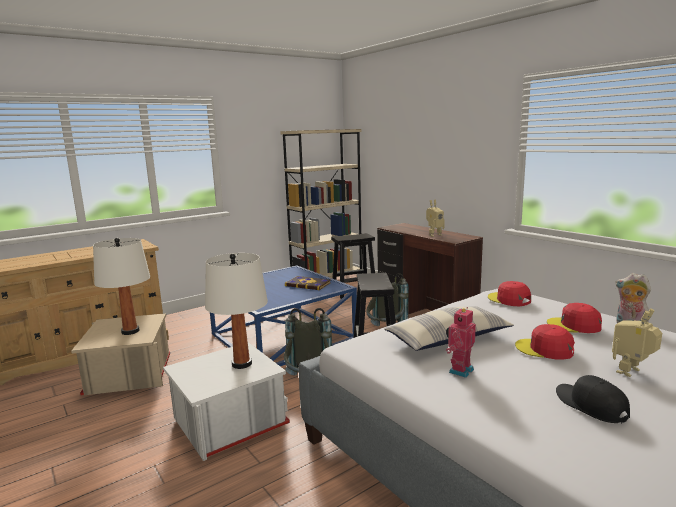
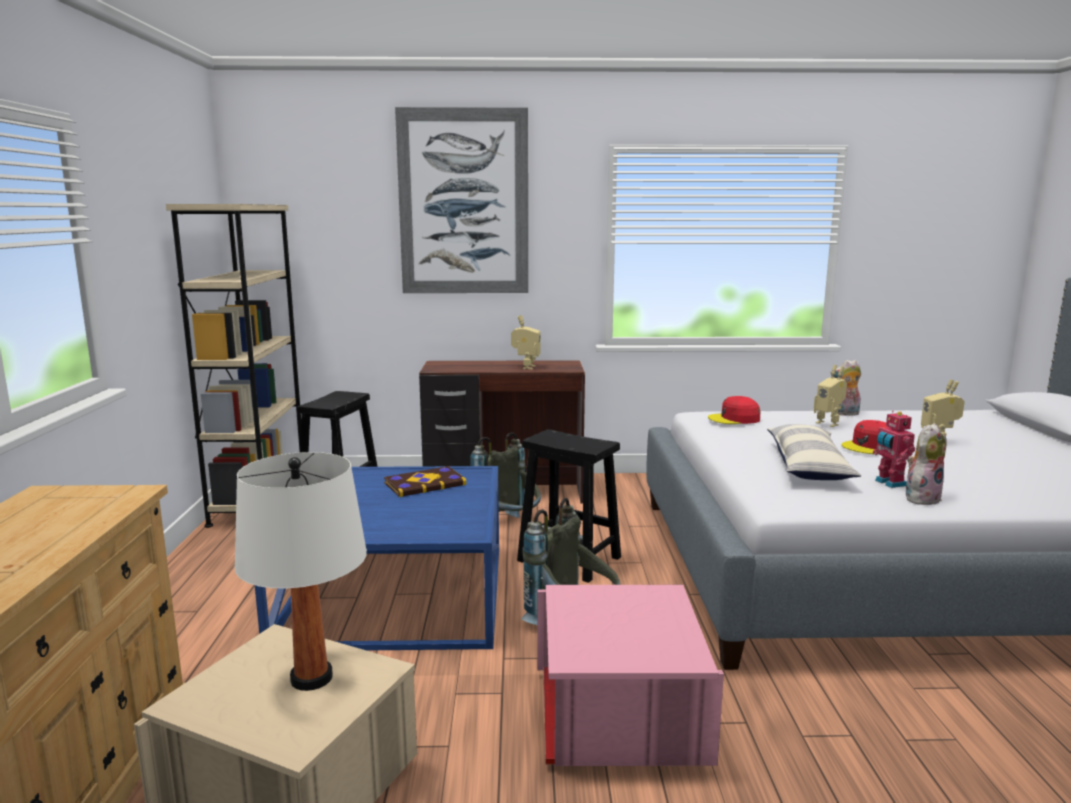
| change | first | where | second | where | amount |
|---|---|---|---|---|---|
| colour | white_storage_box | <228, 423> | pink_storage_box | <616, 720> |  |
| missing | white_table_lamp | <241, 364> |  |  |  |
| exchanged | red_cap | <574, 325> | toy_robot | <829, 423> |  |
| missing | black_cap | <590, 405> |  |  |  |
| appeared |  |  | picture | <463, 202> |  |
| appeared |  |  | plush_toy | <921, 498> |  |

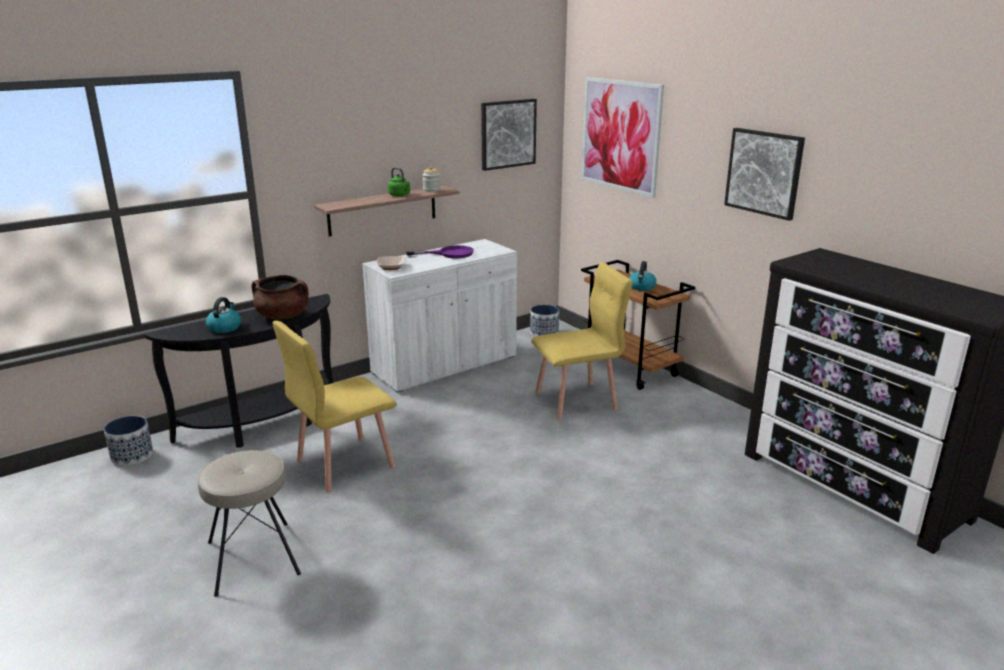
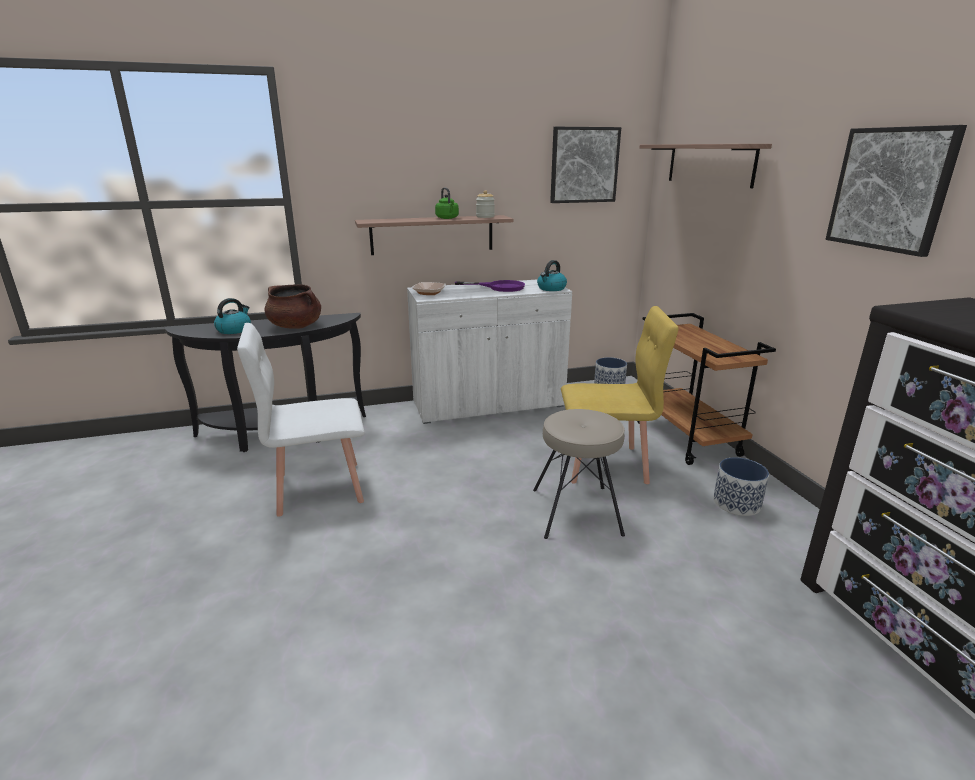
| change | first | where | second | where | amount |
|---|---|---|---|---|---|
| relocated | planter | <132, 455> |  | <736, 503> |  |
| relocated | beige_stool | <254, 557> |  | <577, 511> |  |
| colour | yellow_chair | <344, 463> | white_chair | <318, 487> |  |
| exchanged | picture | <620, 135> | shelf | <710, 164> |  |
| relocated | kettle | <641, 287> |  | <551, 288> |  |

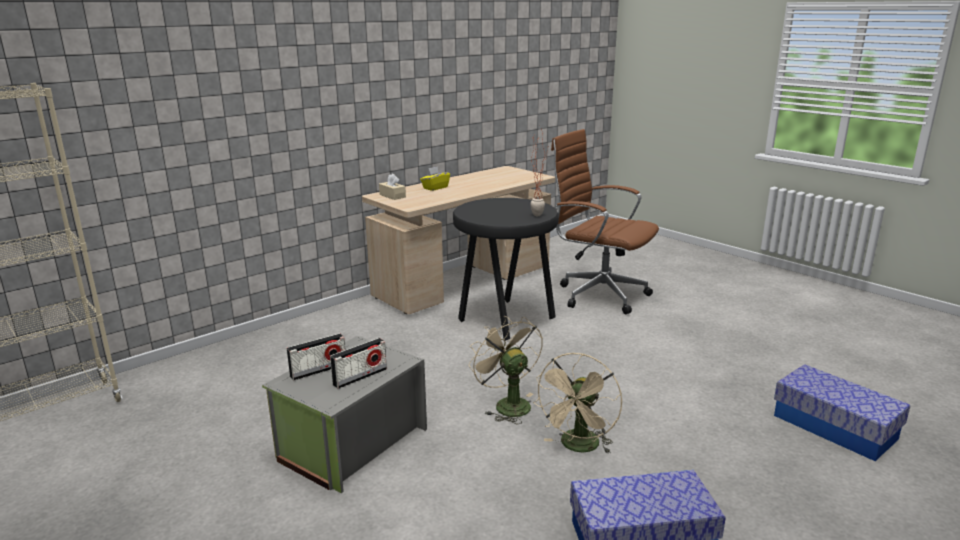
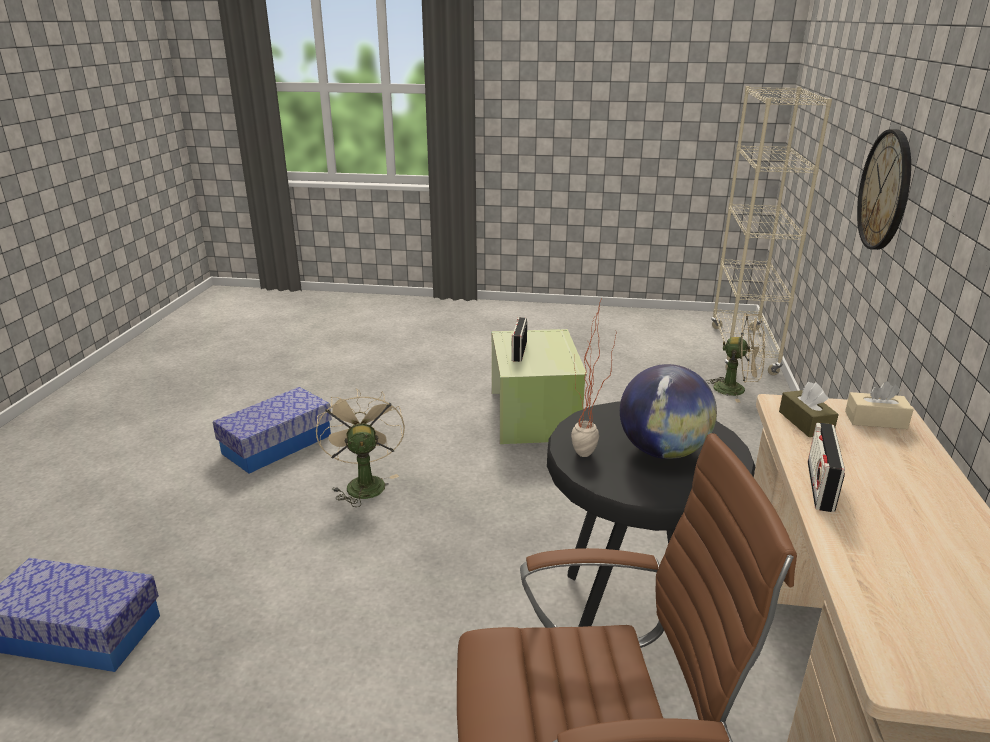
| change | first | where | second | where | amount |
|---|---|---|---|---|---|
| colour | grey_storage_box | <351, 443> | green_storage_box | <535, 415> |  |
| relocated | radio | <318, 370> |  | <820, 486> |  |
| missing | yellow_tissue_box | <435, 188> |  |  |  |
| relocated | beige_fan | <507, 404> |  | <736, 390> |  |
| appeared |  |  | globe | <662, 451> |  |
| appeared |  |  | brown_tissue_box | <805, 422> |  |
| appeared |  |  | wall_clock | <885, 190> |  |

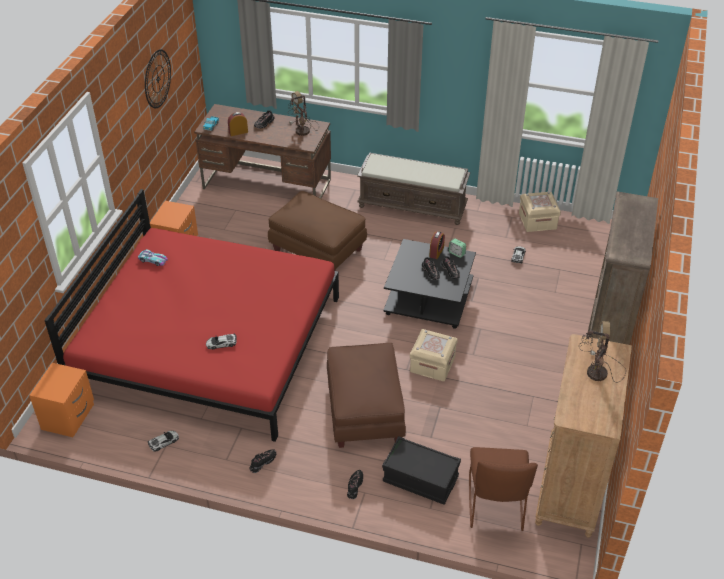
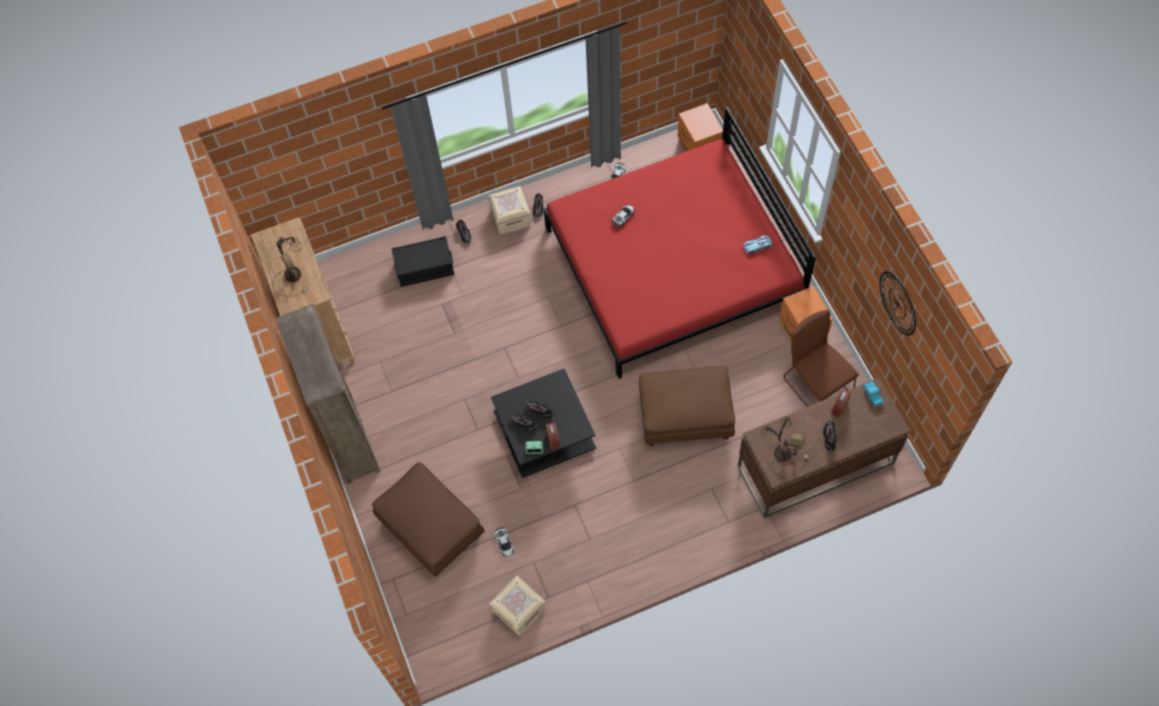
| change | first | where | second | where | amount |
|---|---|---|---|---|---|
| relocated | brown_ottoman | <365, 412> |  | <430, 528> |  |
| missing | brown_bench | <413, 206> |  |  |  |
| relocated | beige_storage_box | <432, 364> |  | <510, 217> |  |
| relocated | brown_chair | <495, 506> |  | <815, 384> |  |

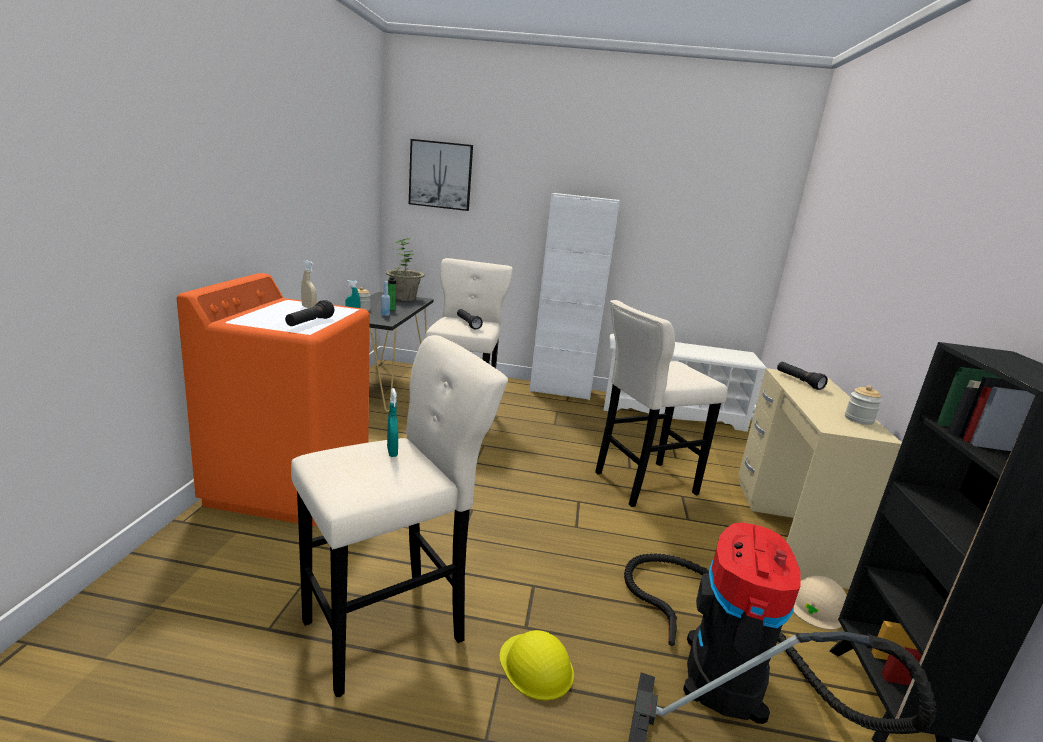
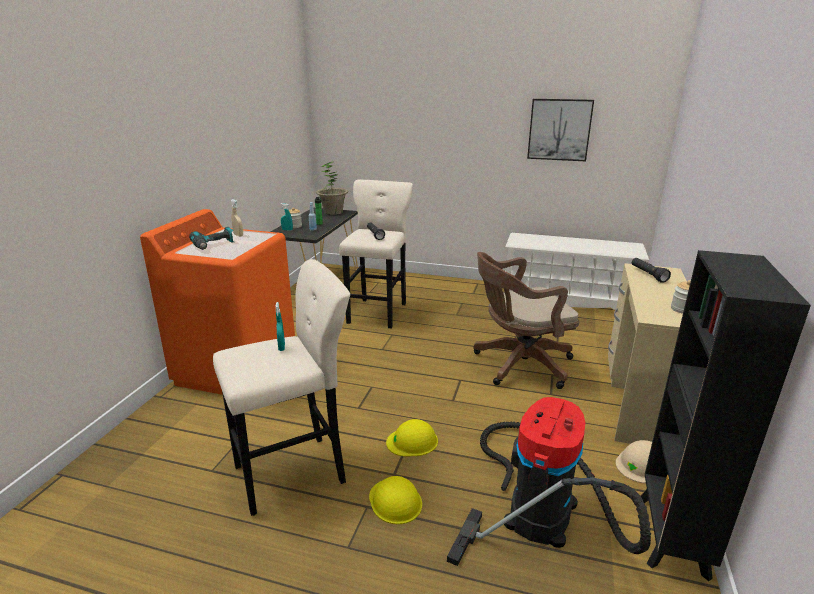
| change | first | where | second | where | amount |
|---|---|---|---|---|---|
| missing | black_flashlight | <310, 323> |  |  |  |
| relocated | picture | <440, 175> |  | <559, 129> |  |
| missing | white_cabinet | <560, 391> |  |  |  |
| exchanged | beige_stool | <641, 484> | brown_office_chair | <518, 365> |  |
| appeared |  |  | power_drill | <214, 245> |  |
| appeared |  |  | yellow_hard_hat | <412, 441> |  |

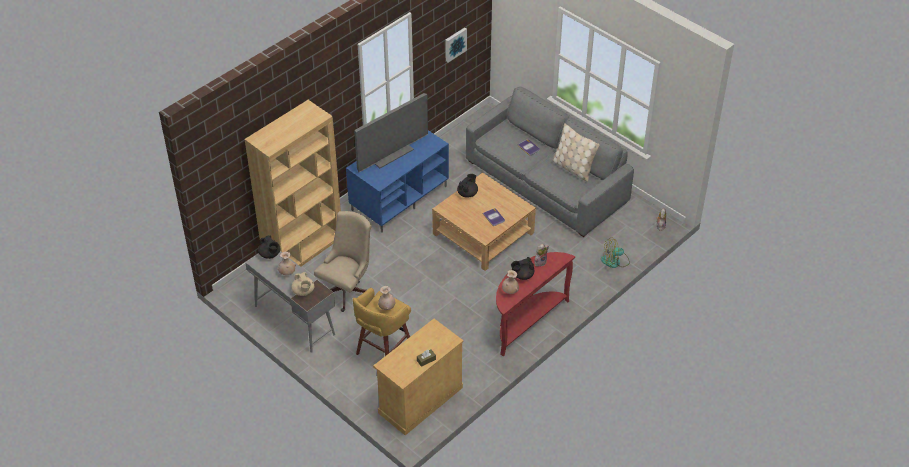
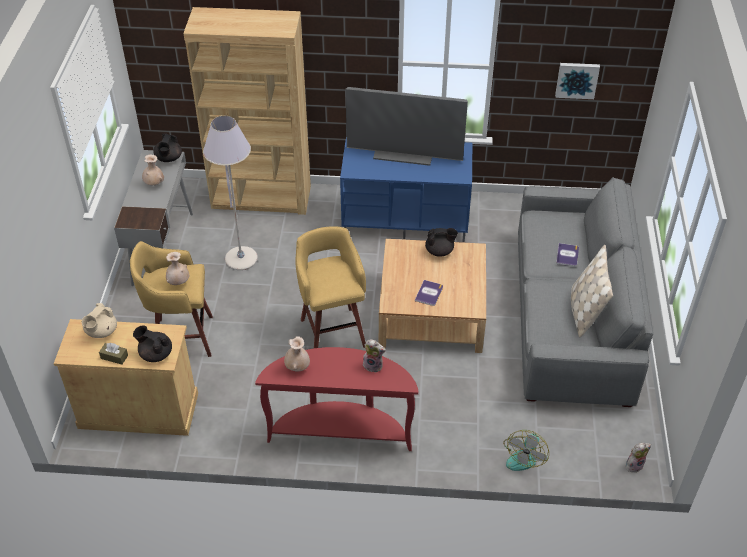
| change | first | where | second | where | amount |
|---|---|---|---|---|---|
| relocated | beige_teapot | <303, 291> |  | <101, 332> |  |
| exchanged | beige_office_chair | <347, 289> | grey_floor_lamp | <241, 259> |  |
| relocated | black_teapot | <522, 275> |  | <155, 354> |  |
| spun | fan | <615, 261> |  | <524, 456> | 105 degrees counterclockwise |
| appeared |  |  | yellow_stool | <332, 331> |  |

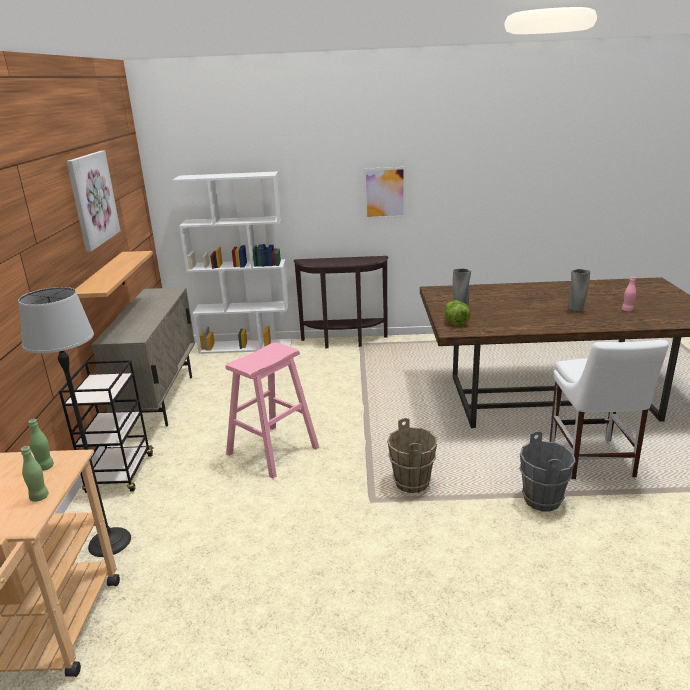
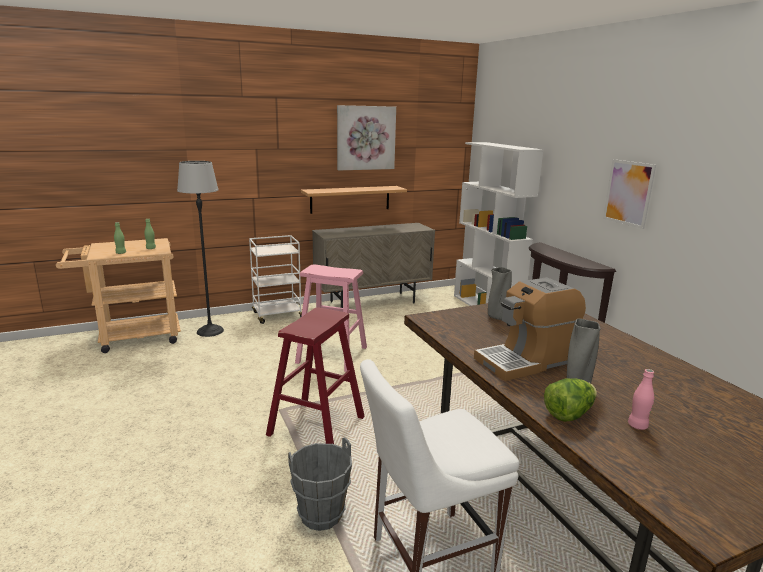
| change | first | where | second | where | amount |
|---|---|---|---|---|---|
| colour | black_cart | <120, 474> | white_cart | <277, 315> |  |
| exchanged | brown_bucket | <412, 483> | red_stool | <316, 426> |  |
| relocated | lettuce | <455, 322> |  | <569, 414> |  |
| appeared |  |  | coffee_machine | <526, 361> |  |

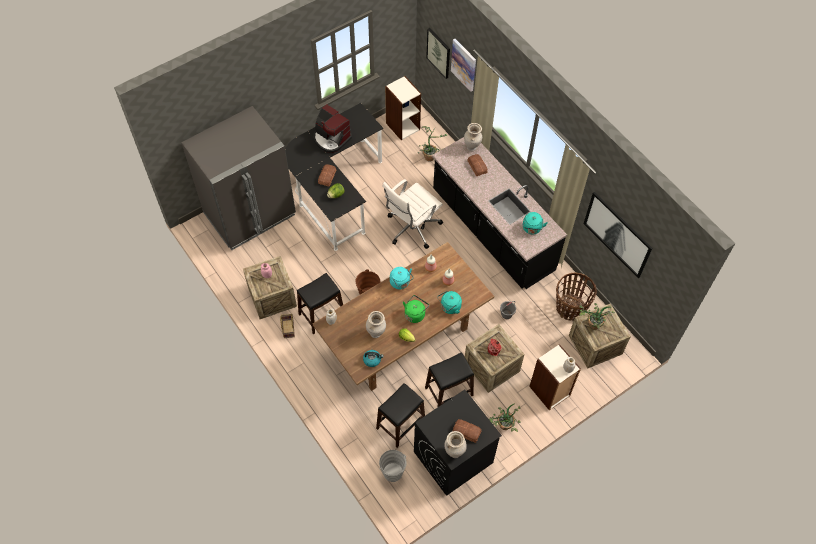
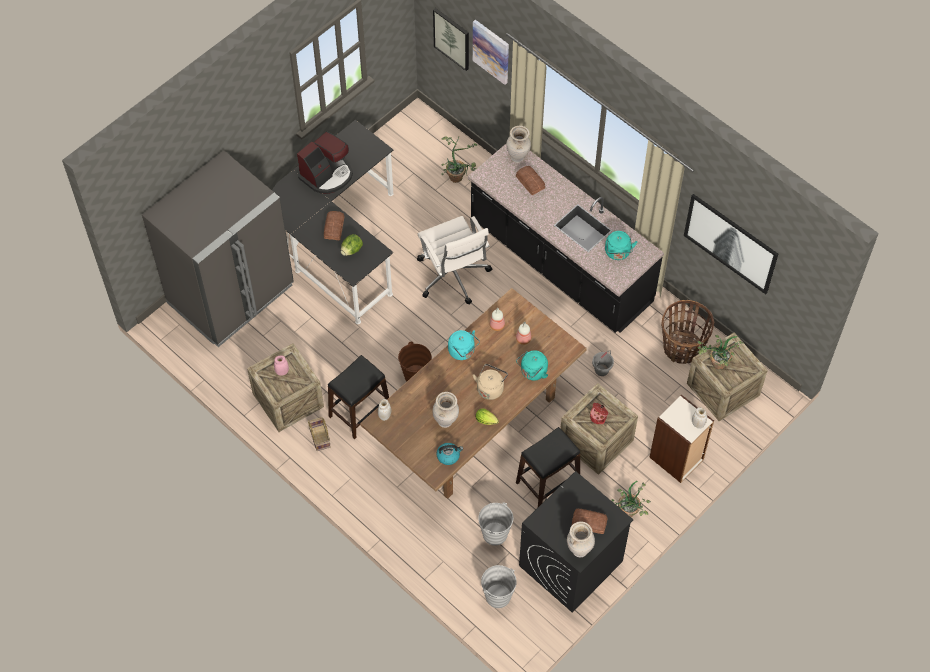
| change | first | where | second | where | amount |
|---|---|---|---|---|---|
| spun | coffee_machine | <331, 138> |  | <327, 175> | 75 degrees counterclockwise |
| exchanged | black_stool | <401, 424> | grey_bucket | <495, 534> |  |
| spun | white_office_chair | <412, 228> |  | <453, 277> | 60 degrees counterclockwise |
| missing | bookcase | <402, 126> |  |  |  |
| colour | green_kettle | <415, 314> | beige_kettle | <490, 388> |  |

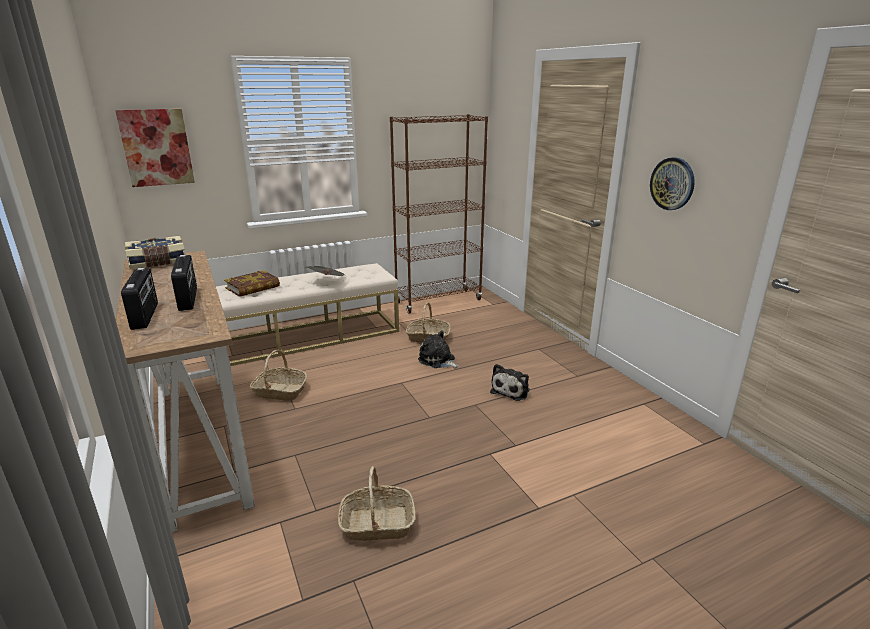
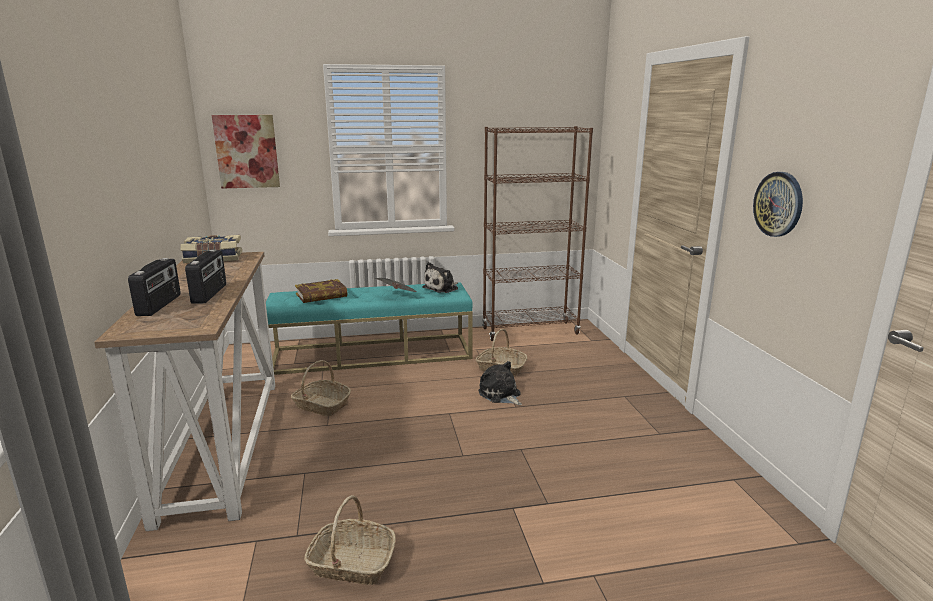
| change | first | where | second | where | amount |
|---|---|---|---|---|---|
| colour | beige_bench | <305, 337> | turquoise_bench | <372, 354> |  |
| relocated | plush_toy | <511, 390> |  | <442, 288> |  |

